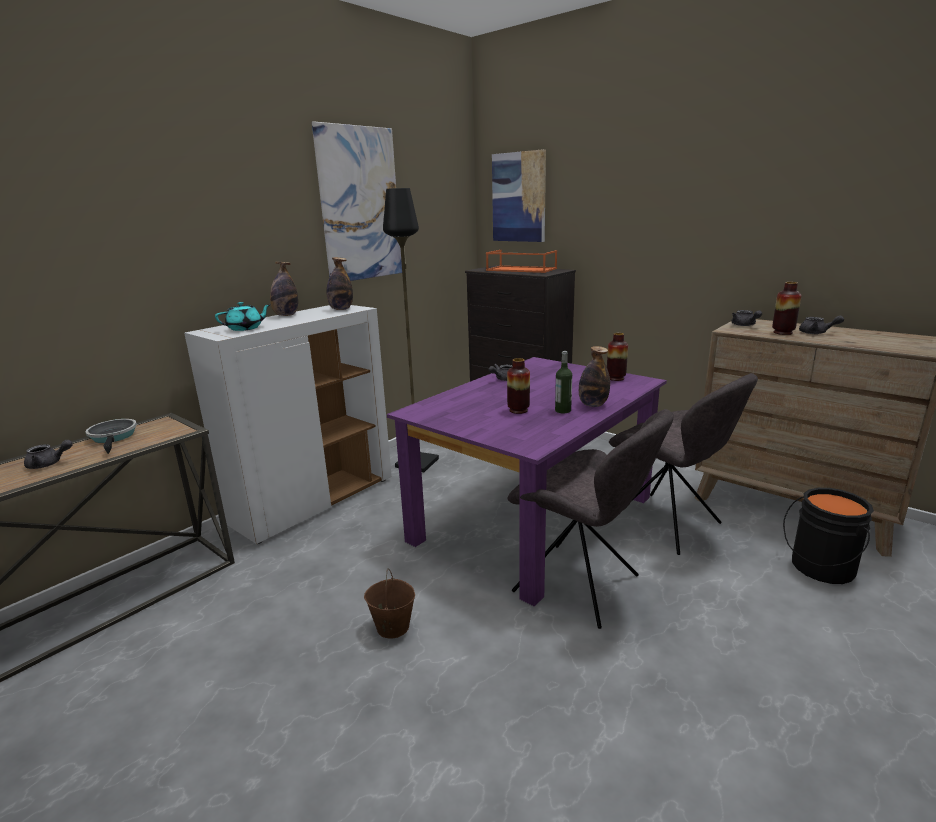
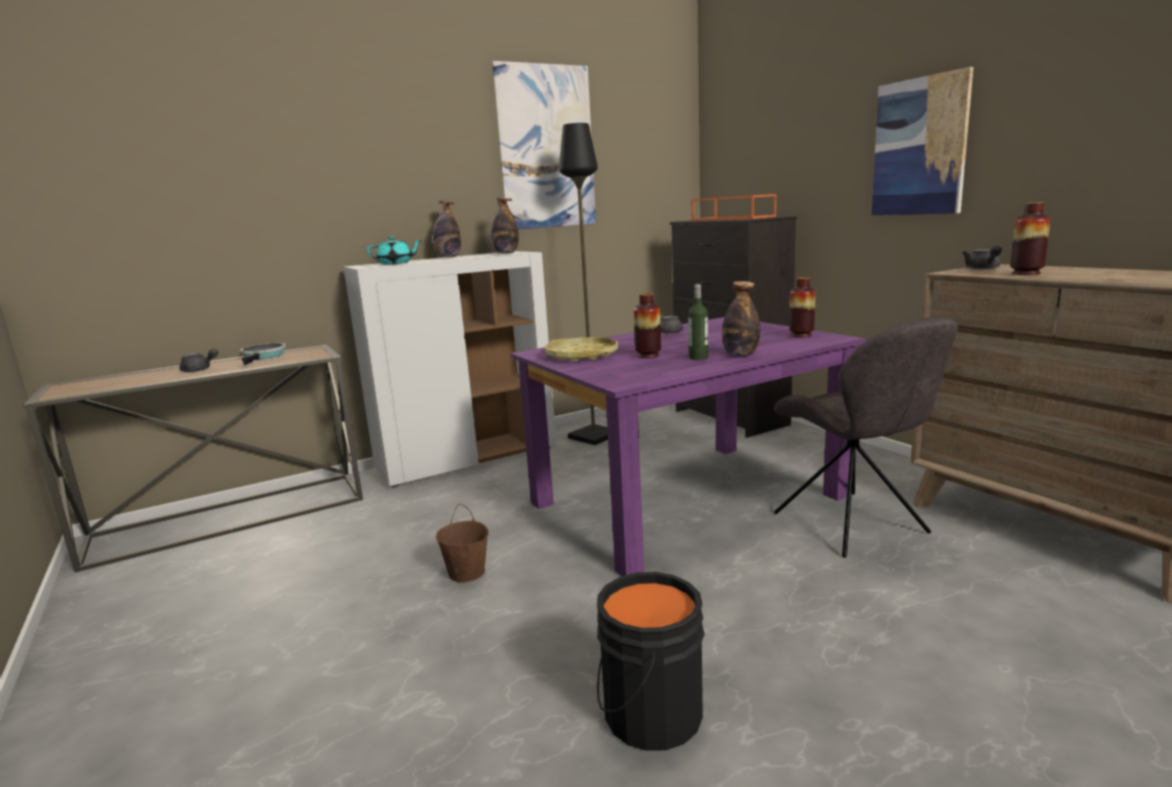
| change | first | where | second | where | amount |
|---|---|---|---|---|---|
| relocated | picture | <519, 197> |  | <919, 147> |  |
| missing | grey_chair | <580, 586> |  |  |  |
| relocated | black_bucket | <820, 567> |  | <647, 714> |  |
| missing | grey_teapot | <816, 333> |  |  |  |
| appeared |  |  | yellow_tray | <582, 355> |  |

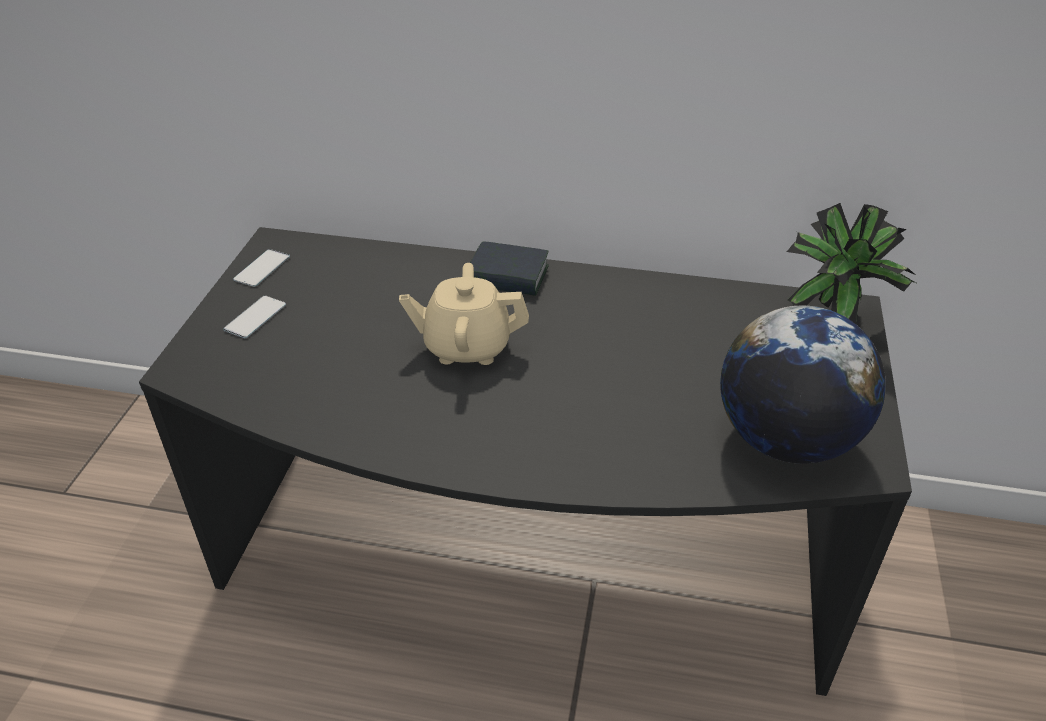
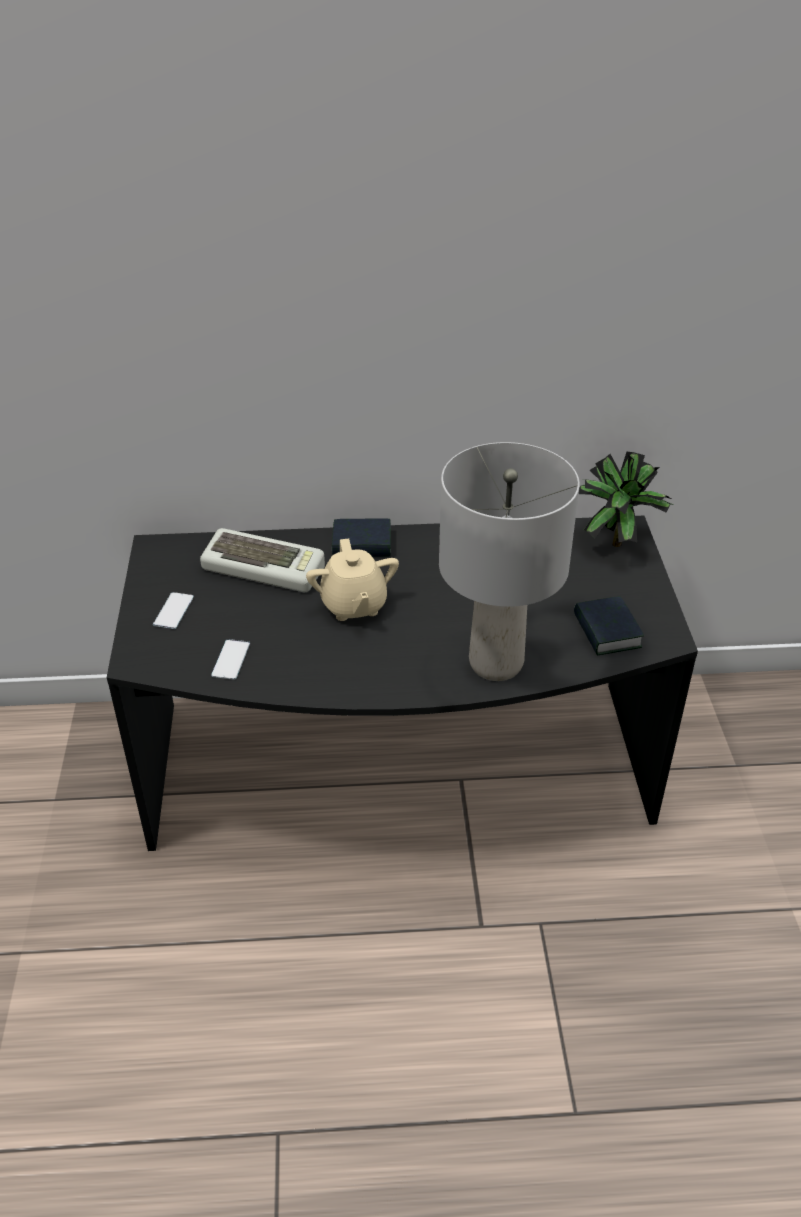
| change | first | where | second | where | amount |
|---|---|---|---|---|---|
| relocated | phone | <262, 268> |  | <231, 660> |  |
| spun | beige_teapot | <466, 346> |  | <353, 605> | 90 degrees counterclockwise |
| exchanged | globe | <785, 439> | book | <606, 632> |  |
| appeared |  |  | keyboard | <265, 567> |  |
| appeared |  |  | grey_table_lamp | <496, 664> |  |

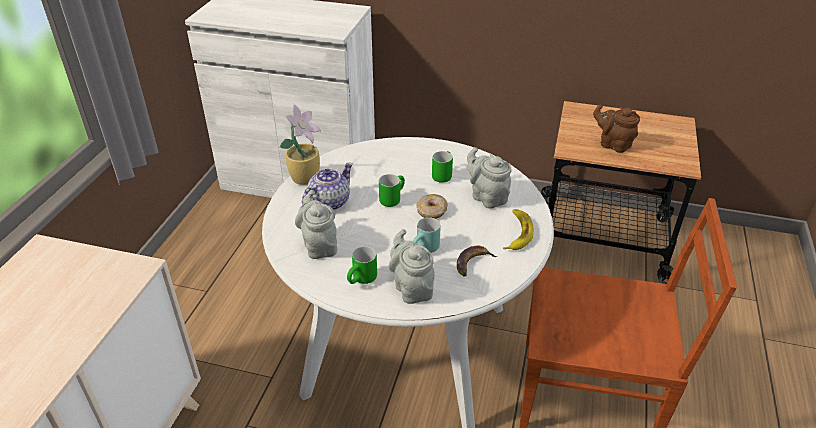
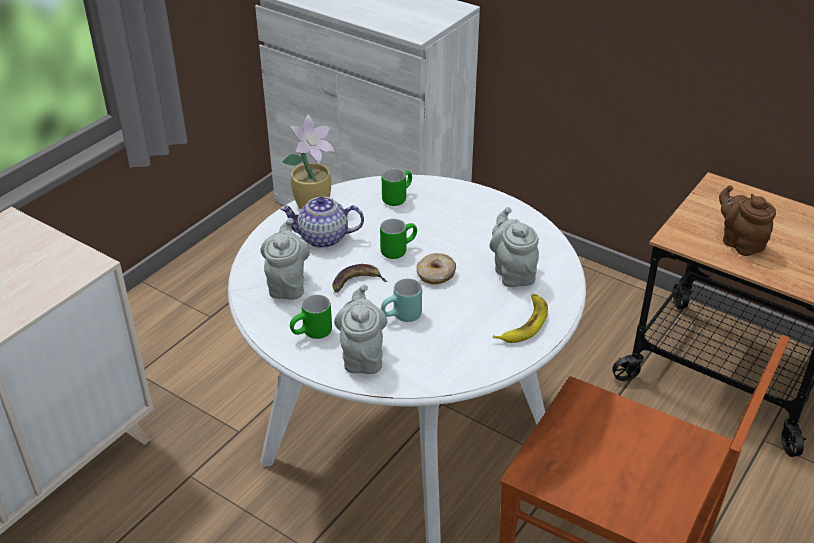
| change | first | where | second | where | amount |
|---|---|---|---|---|---|
| spun | teapot | <328, 202> |  | <324, 238> | 150 degrees counterclockwise |
| relocated | green_mug | <442, 175> |  | <396, 197> |  |
| relocated | banana | <472, 263> |  | <356, 282> |  |

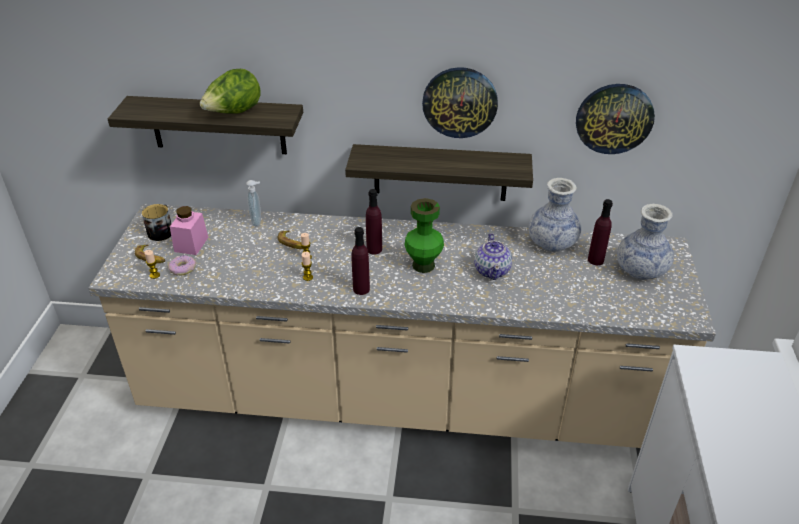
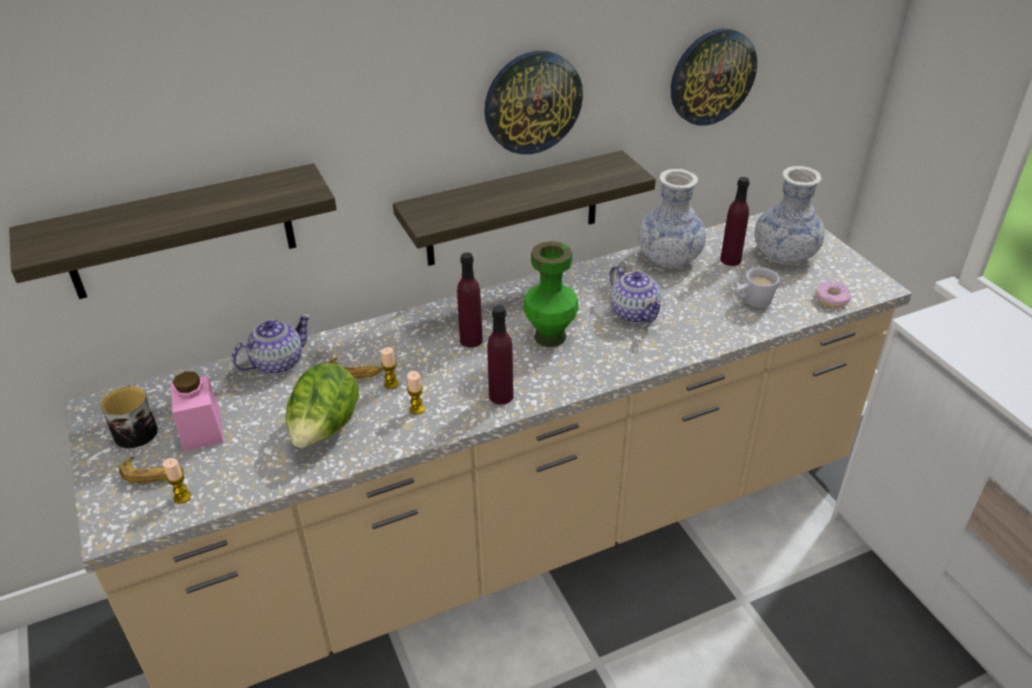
| change | first | where | second | where | amount |
|---|---|---|---|---|---|
| relocated | donut | <182, 268> |  | <831, 299> |  |
| relocated | lettuce | <234, 113> |  | <325, 430> |  |
| exchanged | soap_dispenser | <257, 222> | teapot | <277, 362> |  |
| appeared |  |  | white_mug | <752, 303> |  |

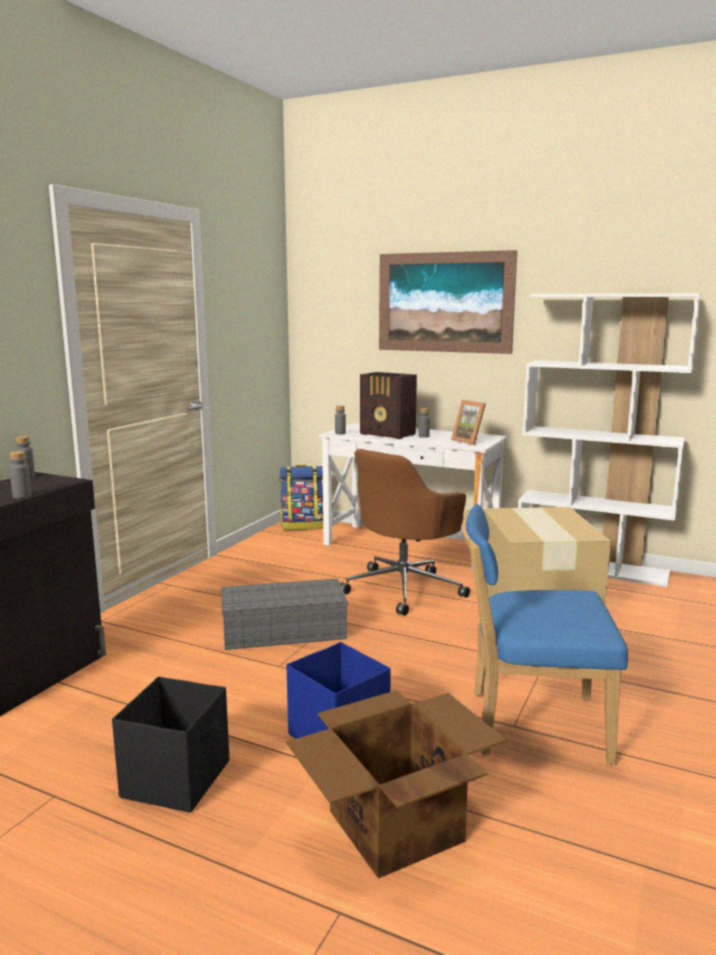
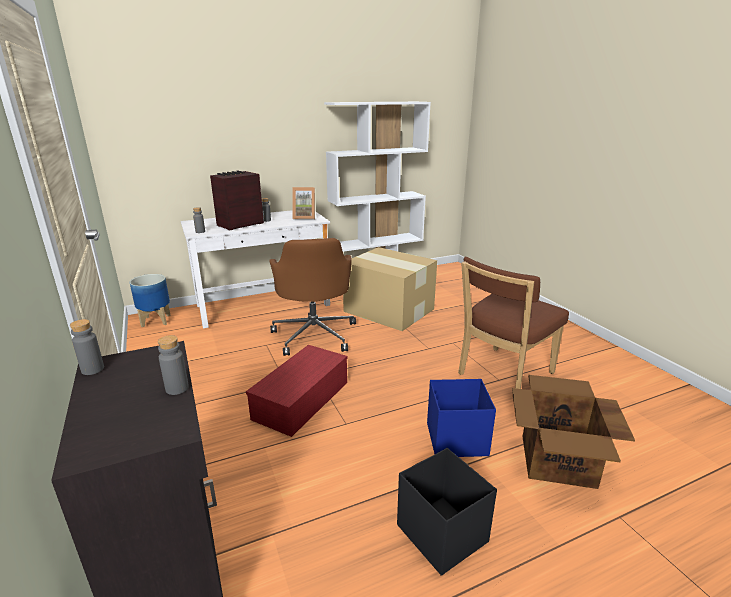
| change | first | where | second | where | amount |
|---|---|---|---|---|---|
| colour | grey_storage_box | <282, 631> | red_storage_box | <301, 401> |  |
| exchanged | backpack | <303, 526> | planter | <156, 320> |  |
| spun | radio | <388, 434> |  | <239, 224> | 150 degrees clockwise |
| missing | picture | <444, 302> |  |  |  |
| colour | blue_chair | <530, 725> | brown_chair | <502, 375> |  |

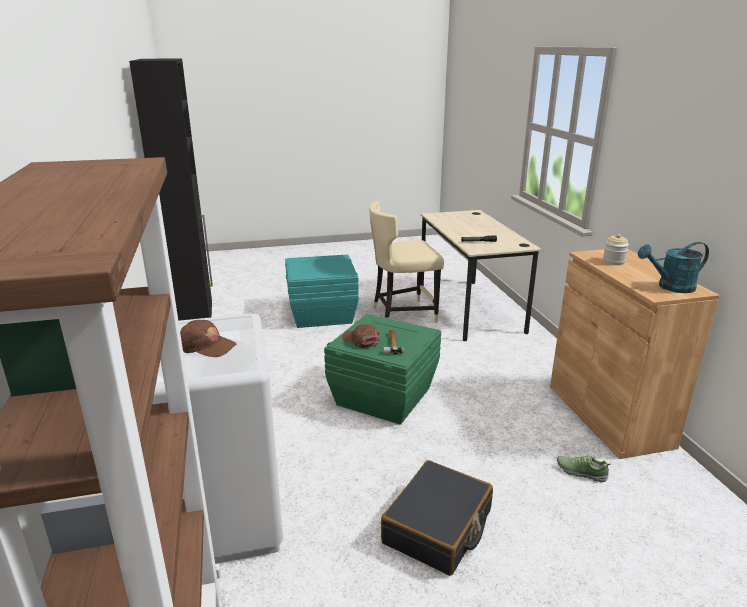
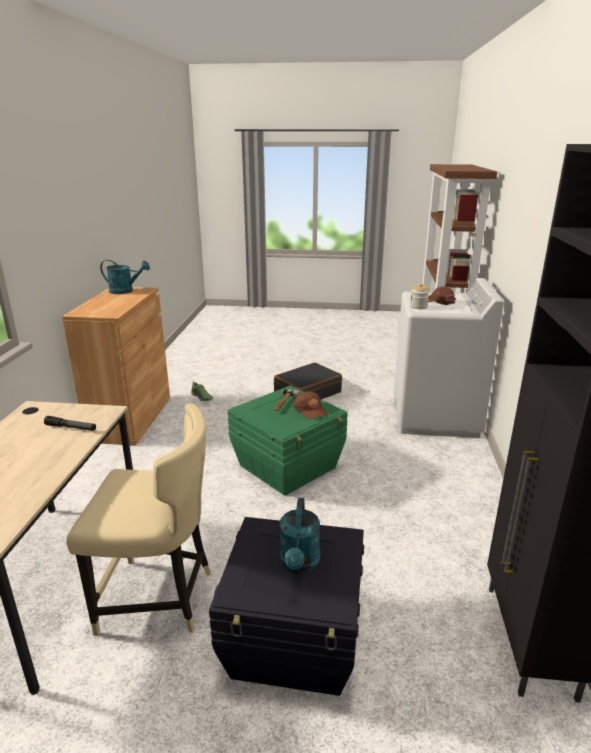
| change | first | where | second | where | amount |
|---|---|---|---|---|---|
| colour | turquoise_storage_box | <321, 314> | black_storage_box | <294, 641> |  |
| relocated | jar | <613, 261> |  | <418, 307> |  |
| appeared |  |  | turquoise_watering_can | <299, 564> |  |

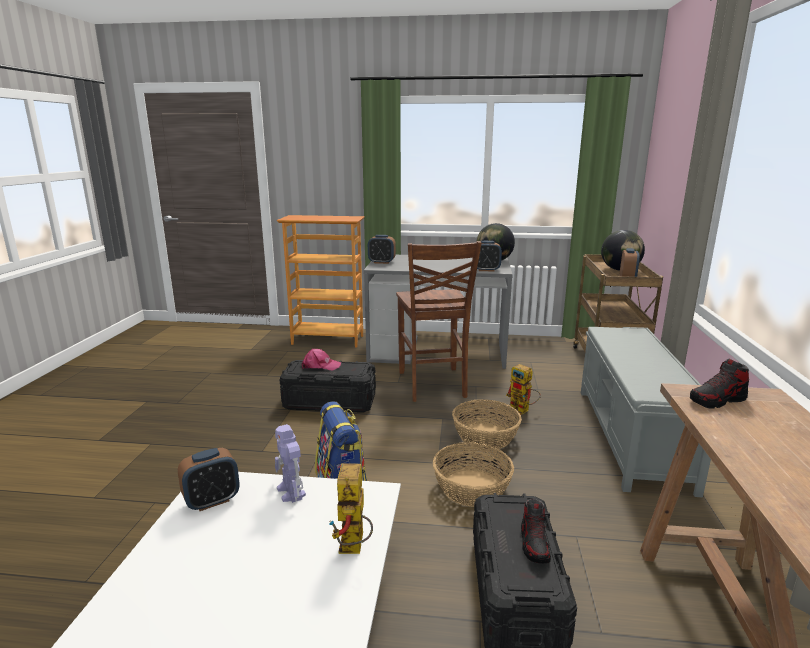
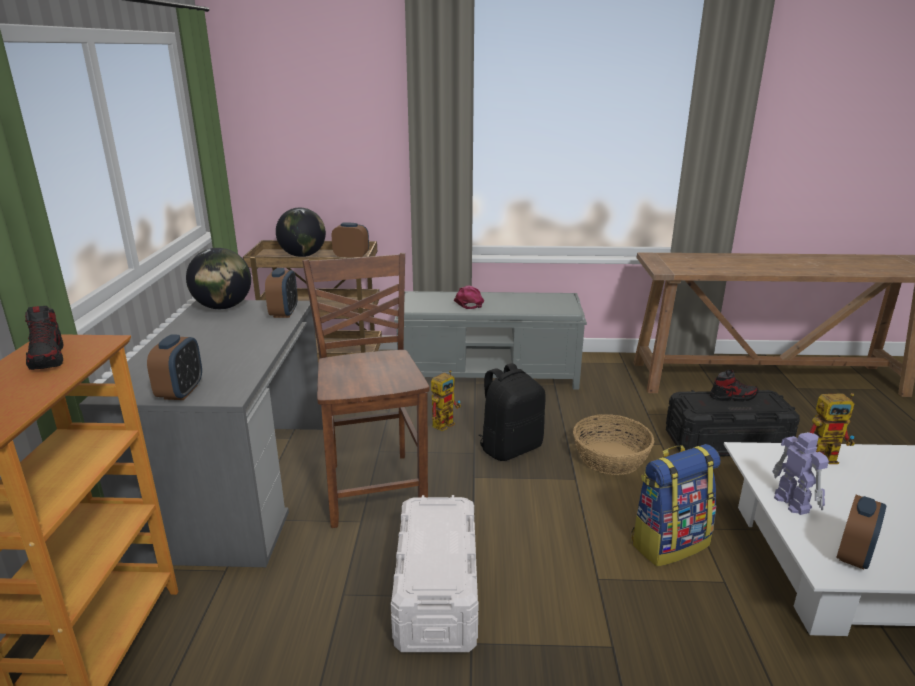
| change | first | where | second | where | amount |
|---|---|---|---|---|---|
| spun | alarm_clock | <212, 501> |  | <854, 555> | 75 degrees clockwise |
| spun | toy_robot | <291, 492> |  | <791, 502> | 75 degrees counterclockwise |
| colour | black_storage_box | <329, 401> | white_storage_box | <436, 593> |  |
| relocated | pink_cap | <320, 366> |  | <469, 302> |  |
| spun | brown_chair | <433, 385> |  | <374, 486> | 90 degrees counterclockwise |
| exchanged | basket | <486, 436> | black_backpack | <510, 447> |  |
| relocated | shoe | <717, 400> |  | <48, 357> |  |

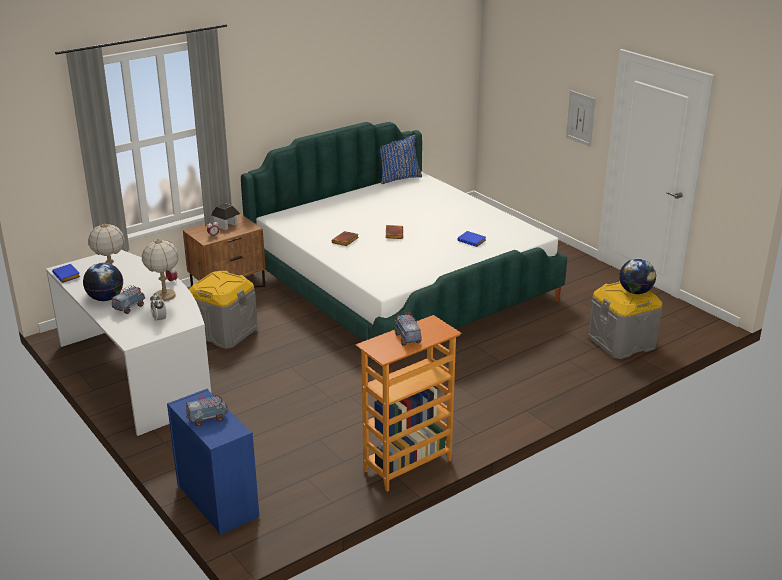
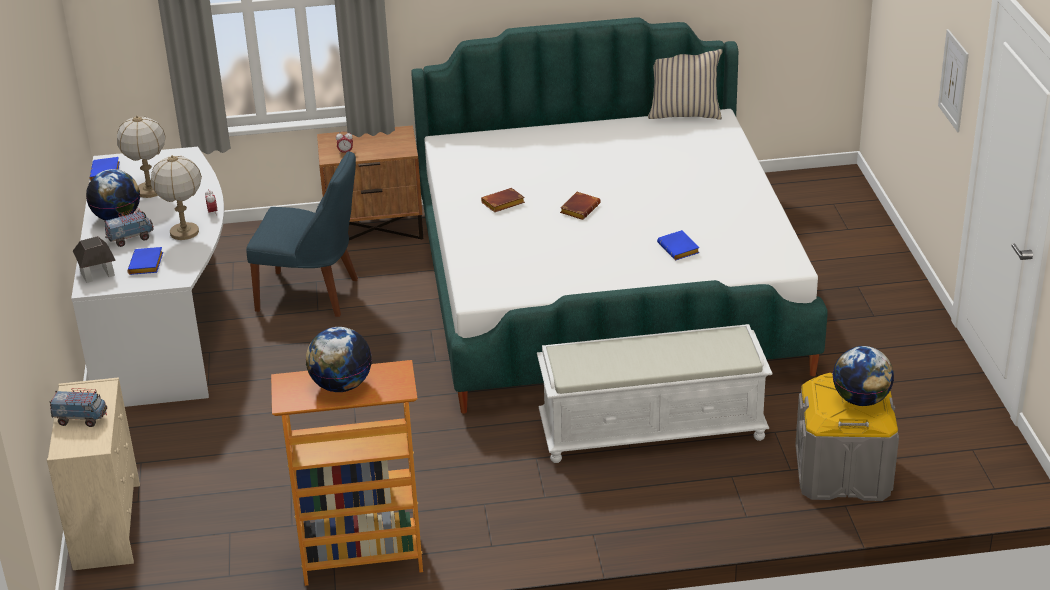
| change | first | where | second | where | amount |
|---|---|---|---|---|---|
| exchanged | alarm_clock | <159, 319> | blue_book | <147, 265> |  |
| colour | blue_dresser | <216, 500> | beige_dresser | <107, 525> |  |
| exchanged | grey_storage_box | <224, 332> | blue_chair | <312, 295> |  |
| relocated | toy_house | <226, 225> |  | <97, 273> |  |
| colour | blue_pillow | <398, 178> | beige_pillow | <684, 114> |  |
| exchanged | toy_truck | <407, 338> | globe | <341, 385> |  |
| appeared |  |  | white_bench | <653, 429> |  |

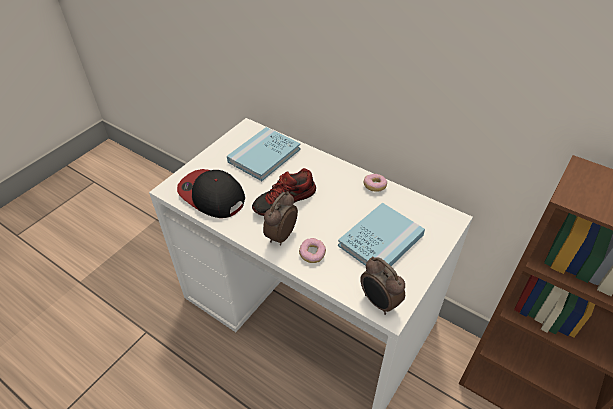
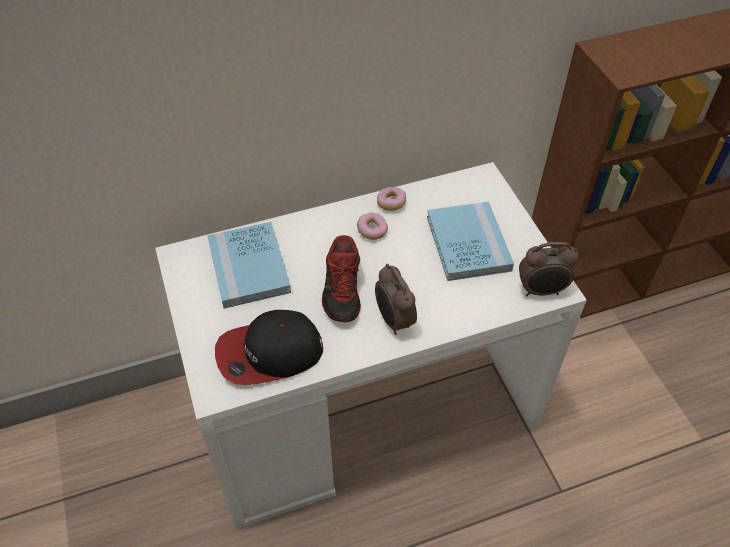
| change | first | where | second | where | amount |
|---|---|---|---|---|---|
| relocated | donut | <312, 254> |  | <372, 231> |  |

